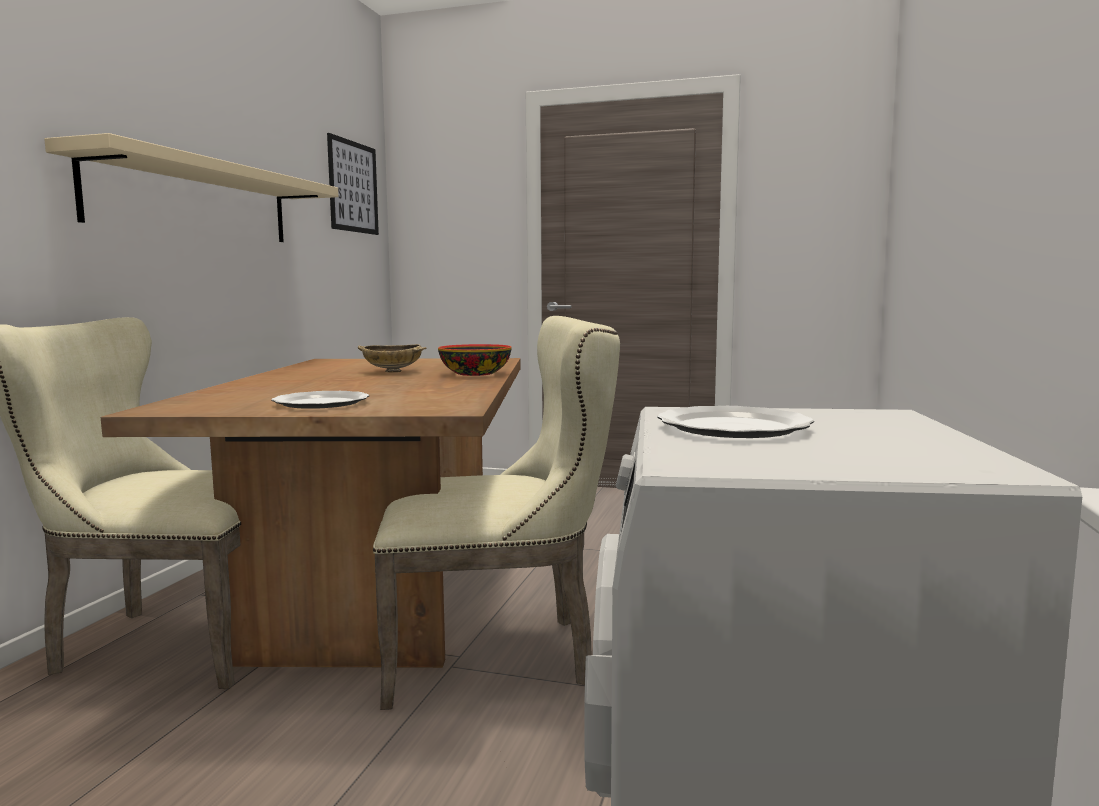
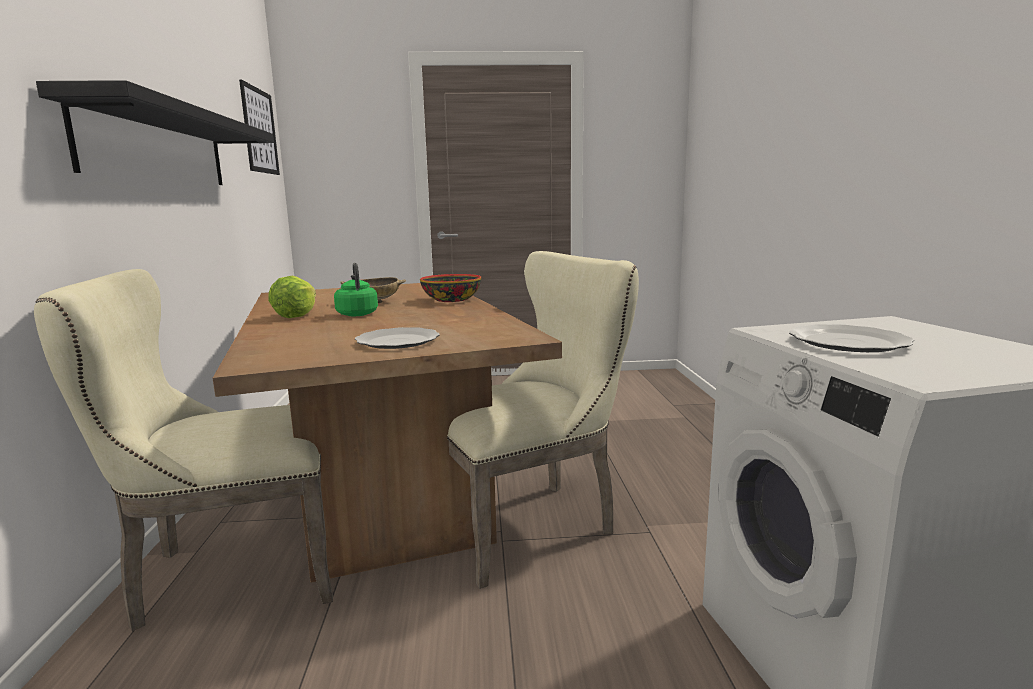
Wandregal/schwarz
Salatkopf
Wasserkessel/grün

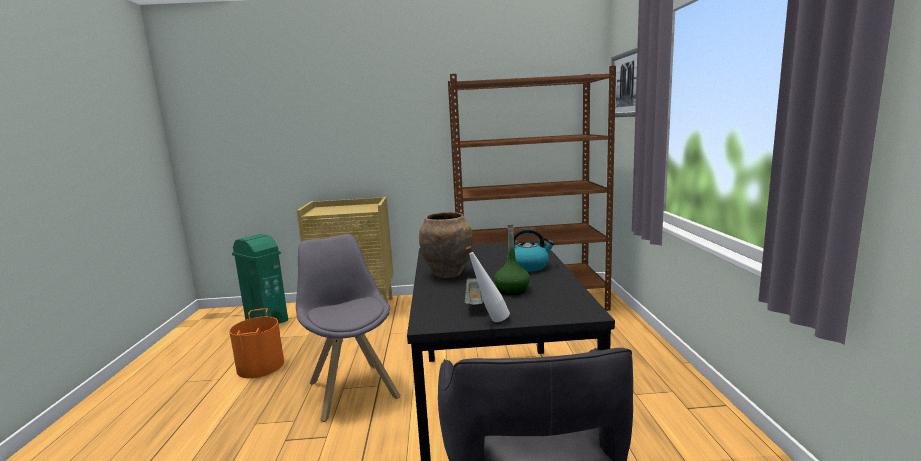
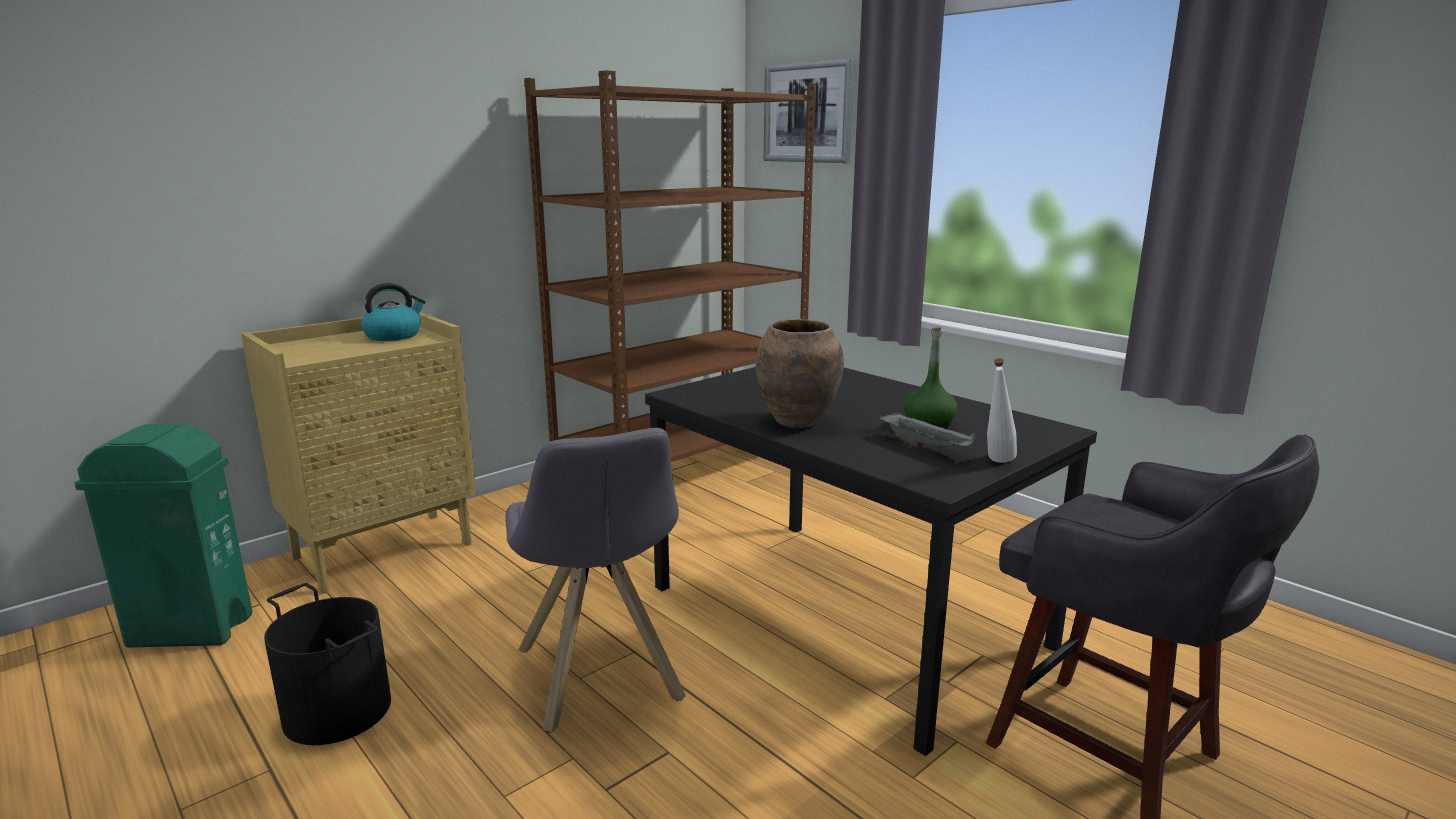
Eimer/schwarz
Wasserkessel
Stuhl/grau

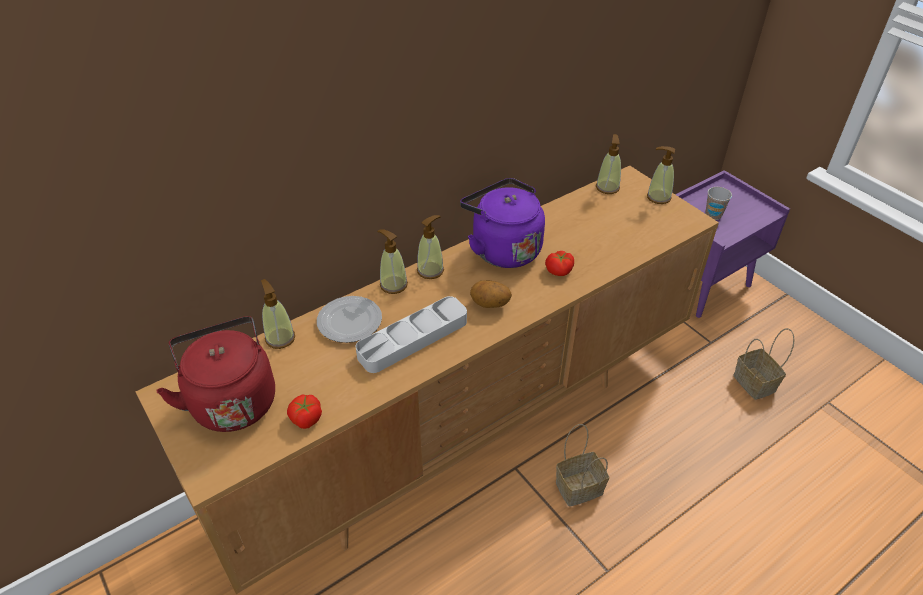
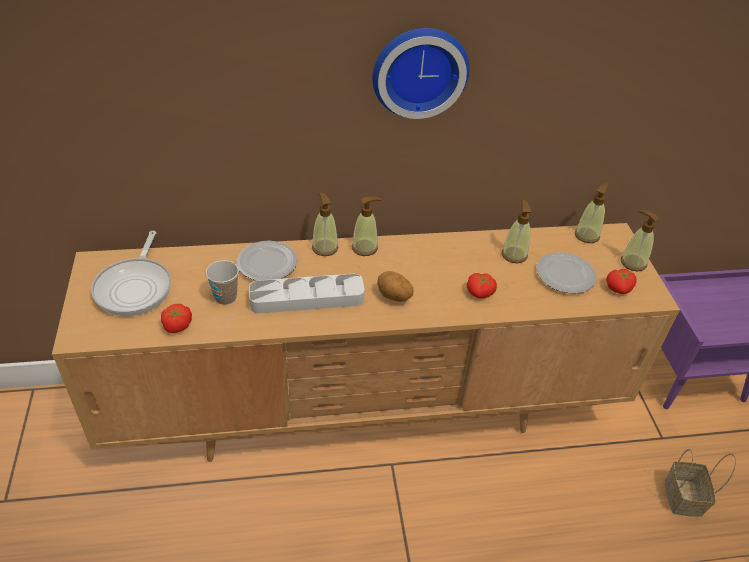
Pfanne
Tasse
Wanduhr
Seifenspender (3rd from left)
Teller (2nd from left)
Tomate (3rd from left)
Wasserkessel/lila
Korb (1st from left in the first image)

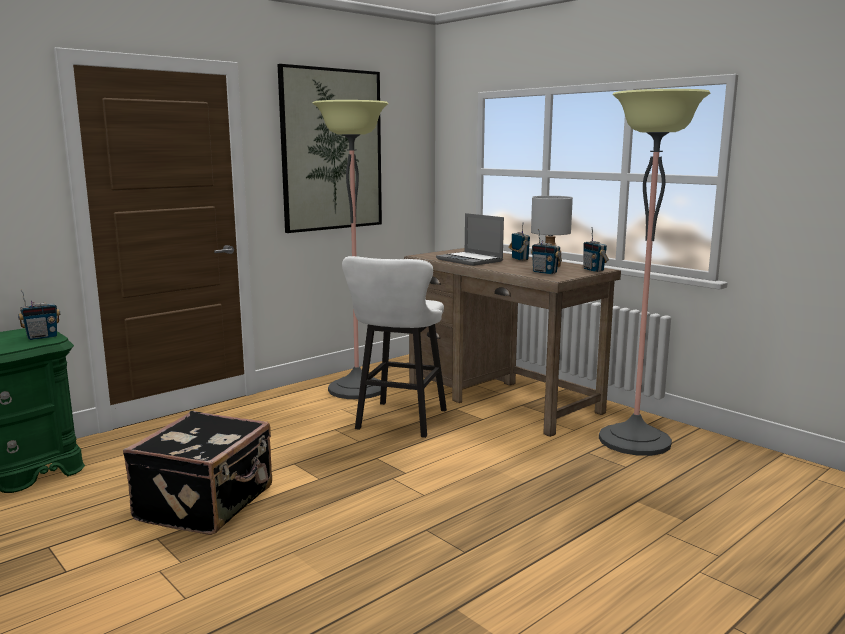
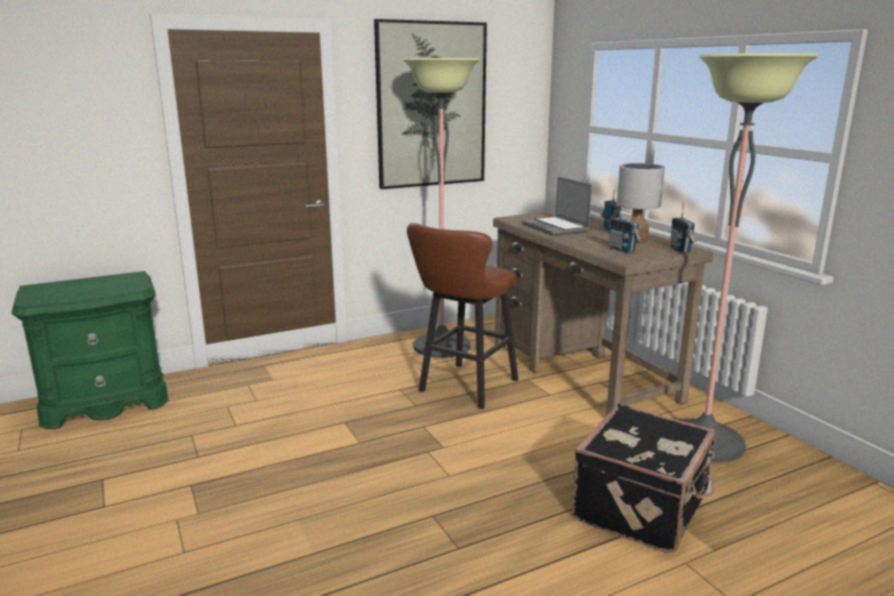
Hocker/braun
Koffer/schwarz
Radio (1st from left in the first image)

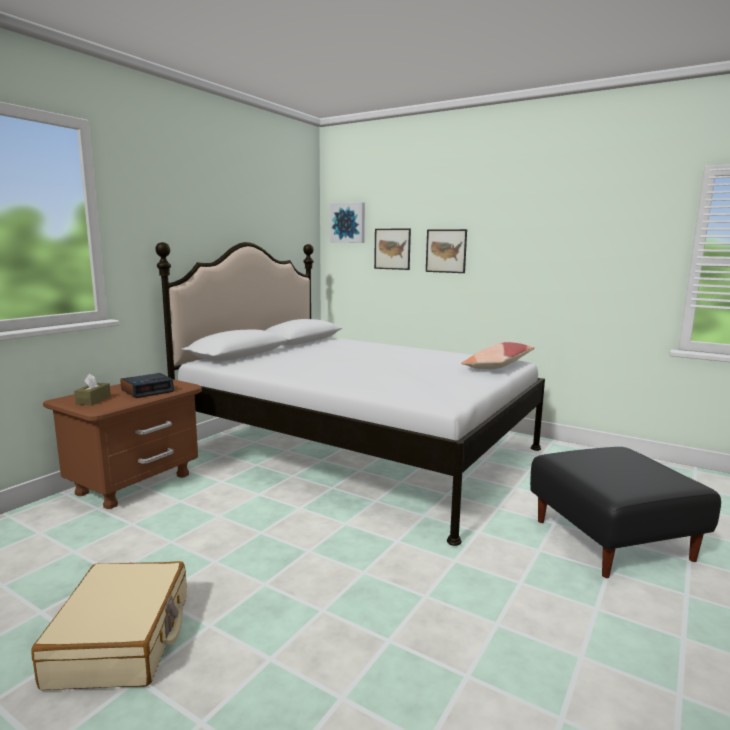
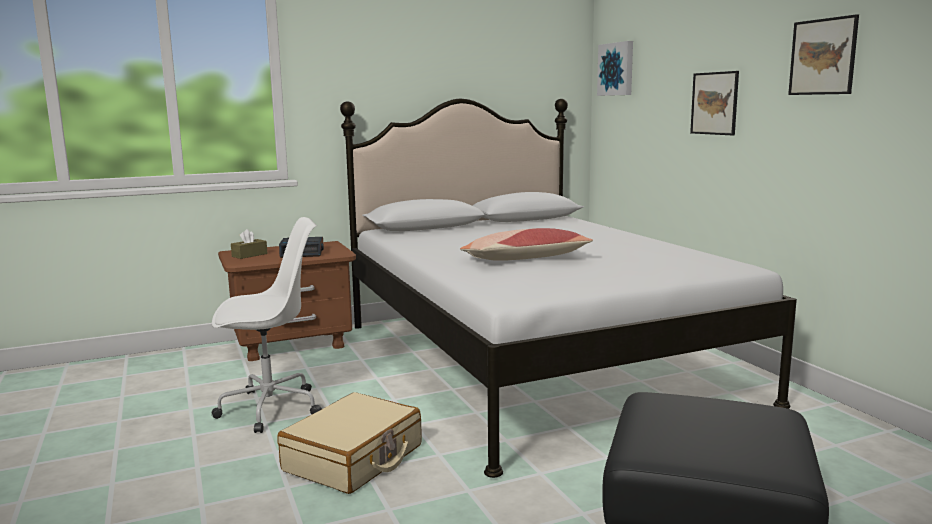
Bürostuhl/weiß
Koffer/beige
Kissen
Bild (3rd from left)

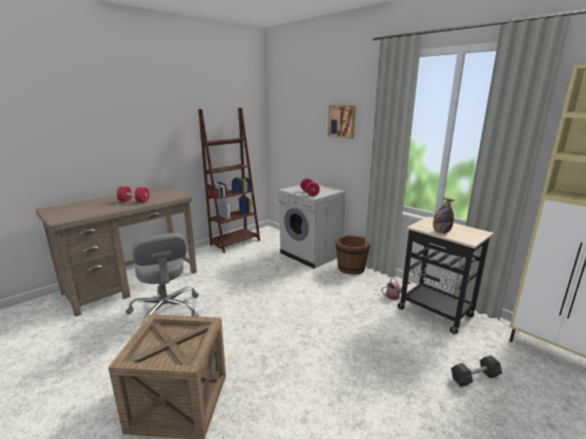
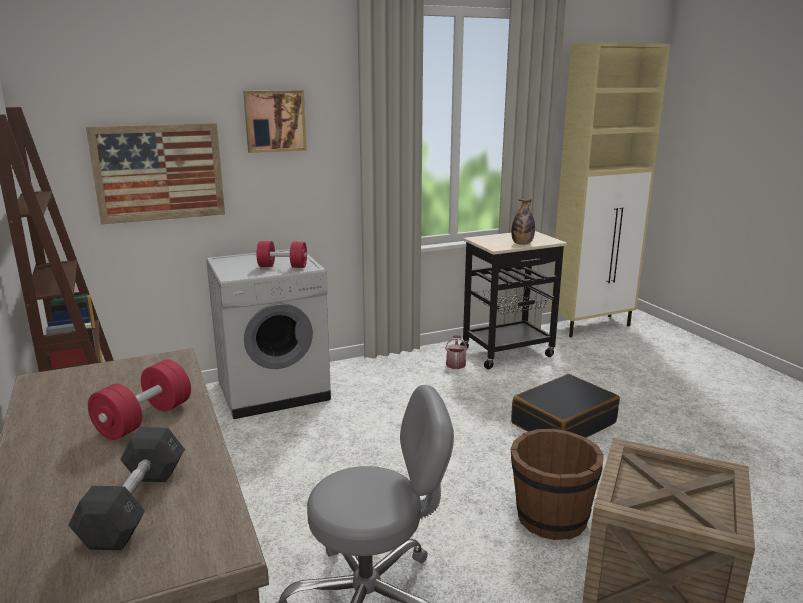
Hantel/grau
Bild (1st from left)
Koffer/schwarz
Eimer/braun

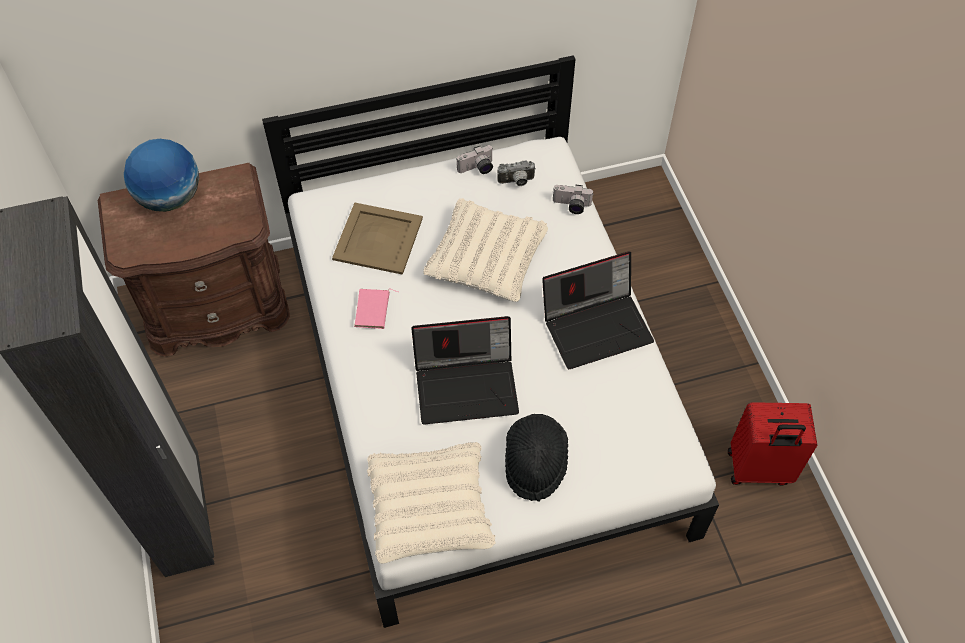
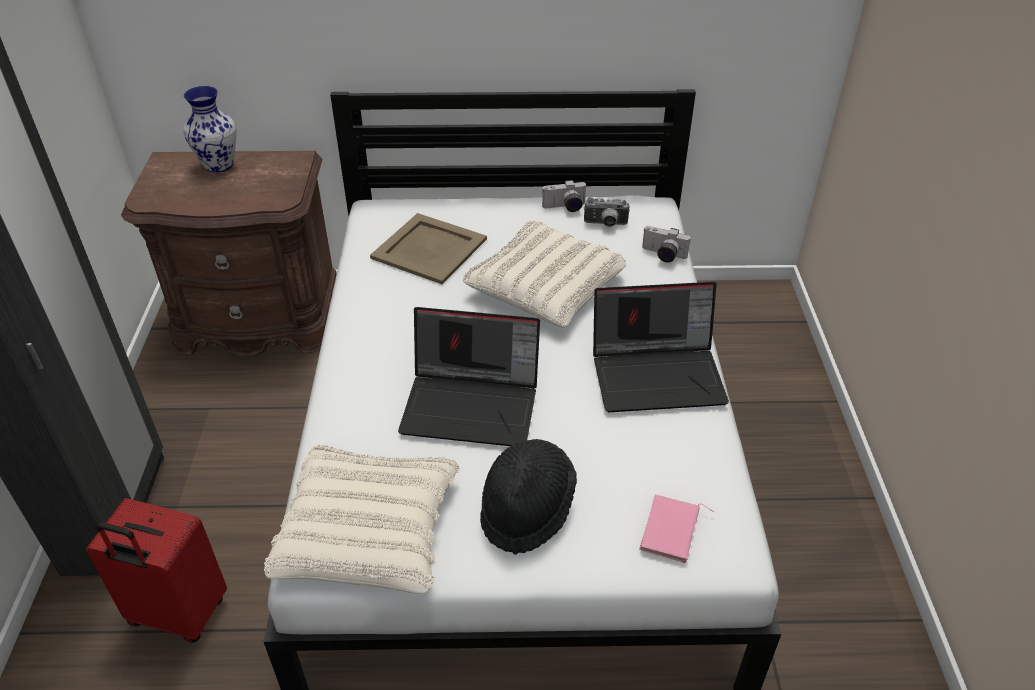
Koffer/rot
Vase
Buch/rosa

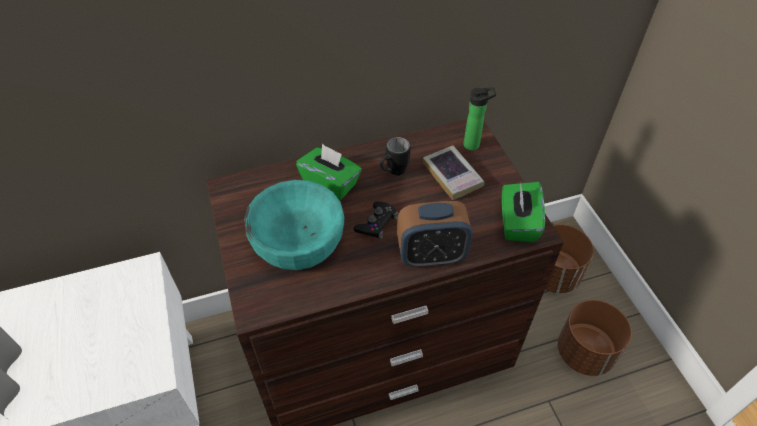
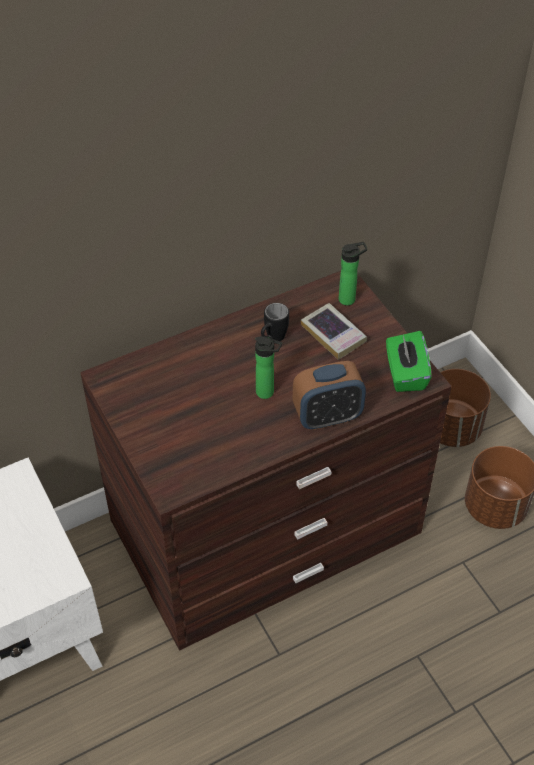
Flasche (1st from left)
Schüssel/türkis
Taschentuchbox/grün (1st from left in the first image)

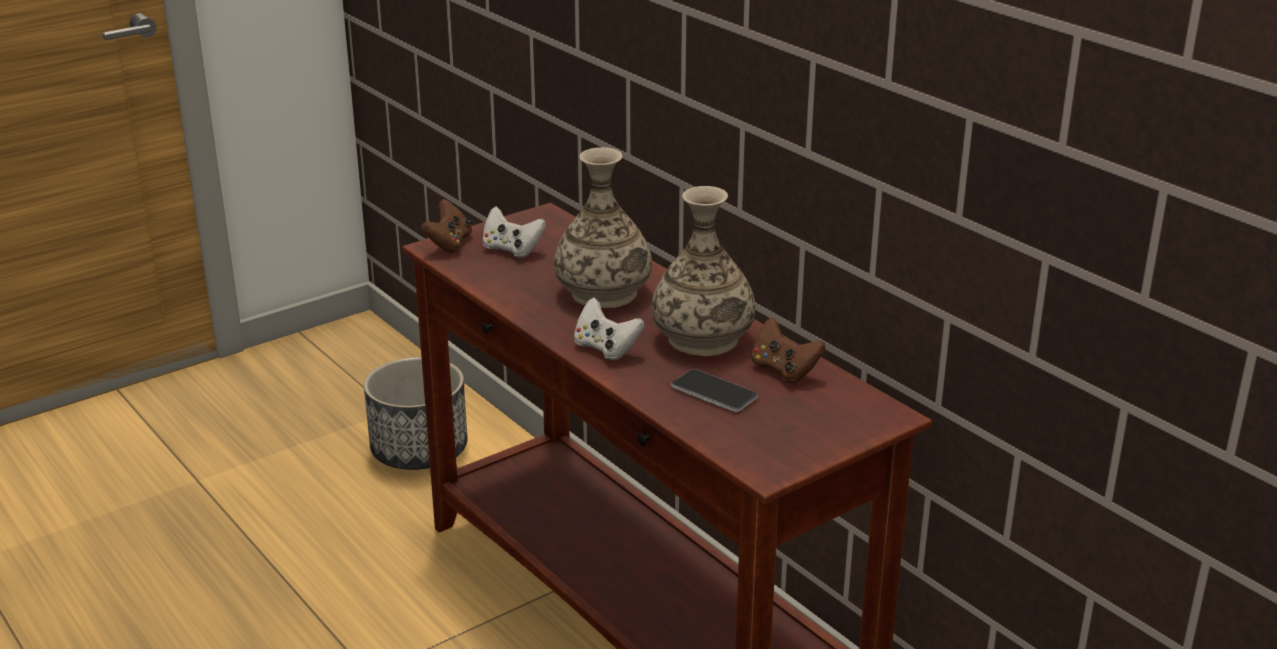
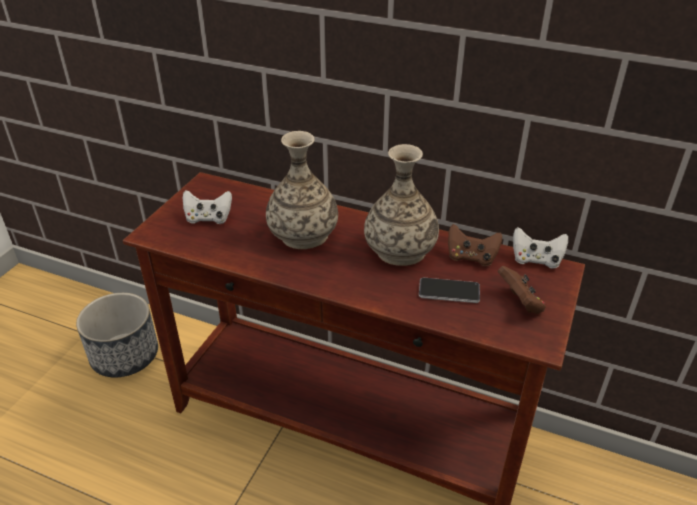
Gamepad/braun (2nd from left)
Gamepad/weiß (2nd from left)

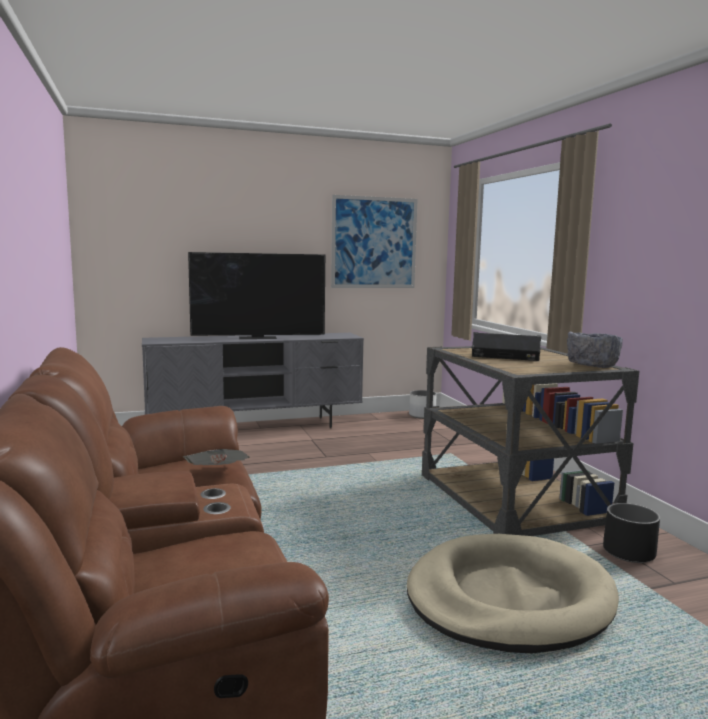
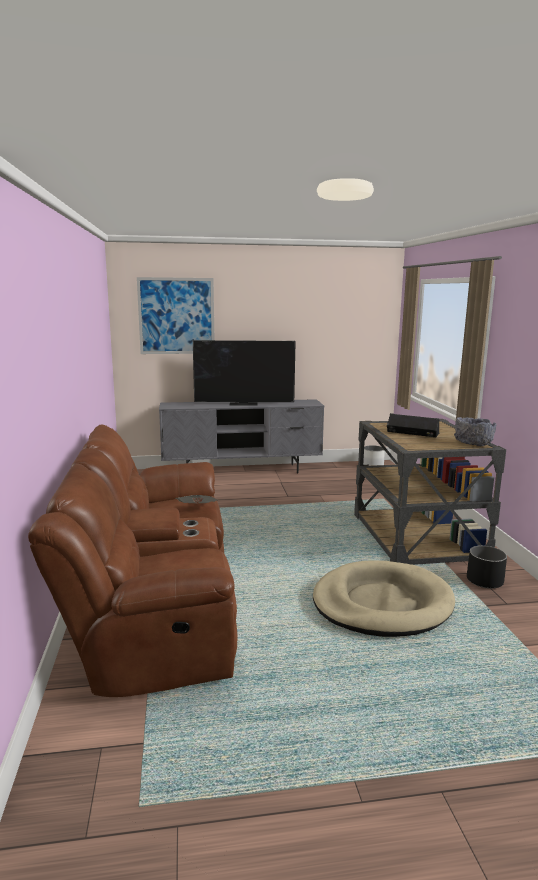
Bild

